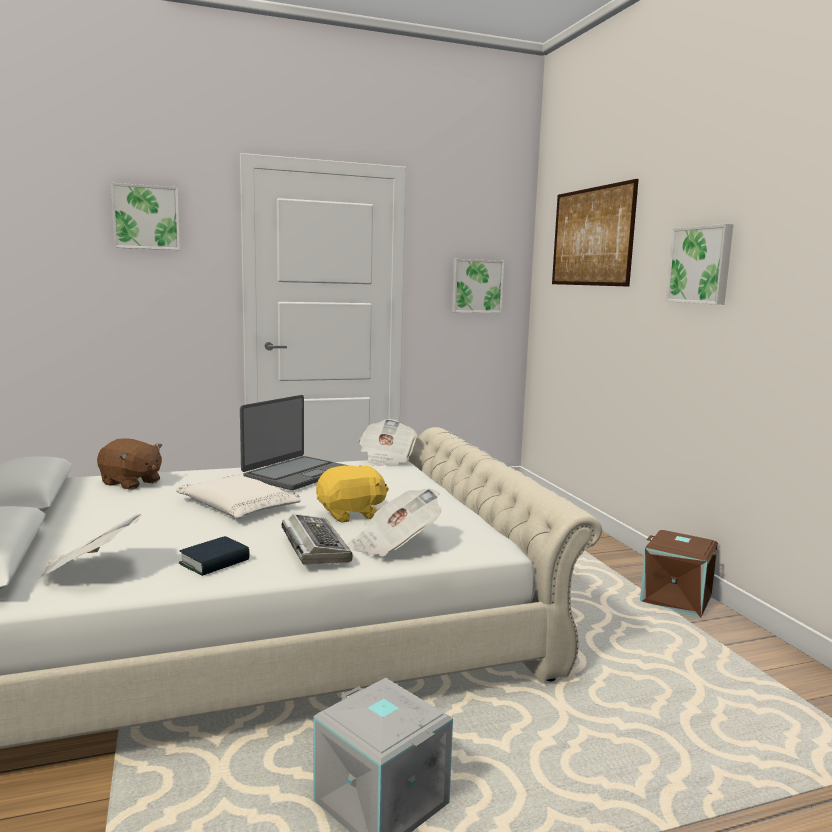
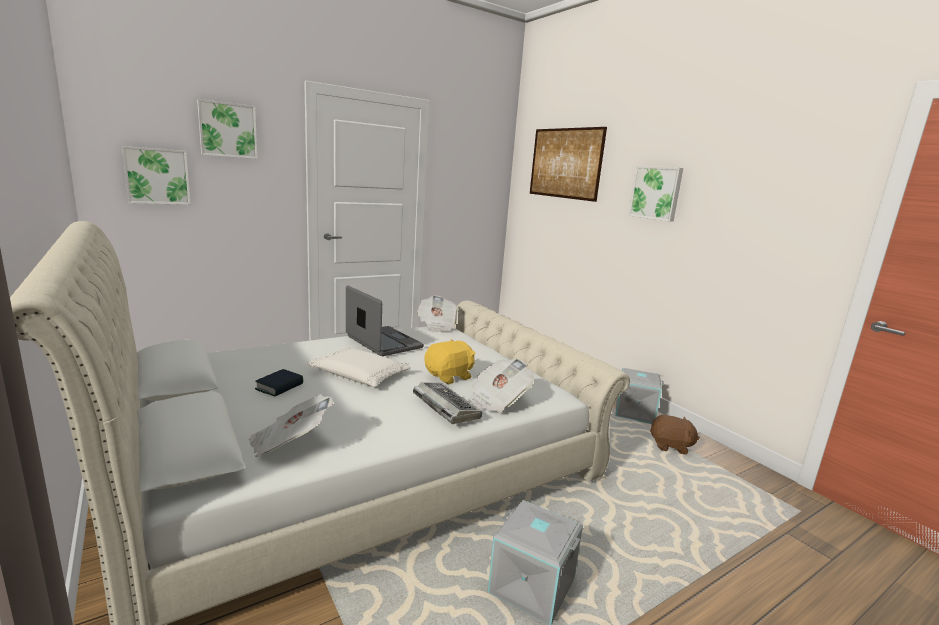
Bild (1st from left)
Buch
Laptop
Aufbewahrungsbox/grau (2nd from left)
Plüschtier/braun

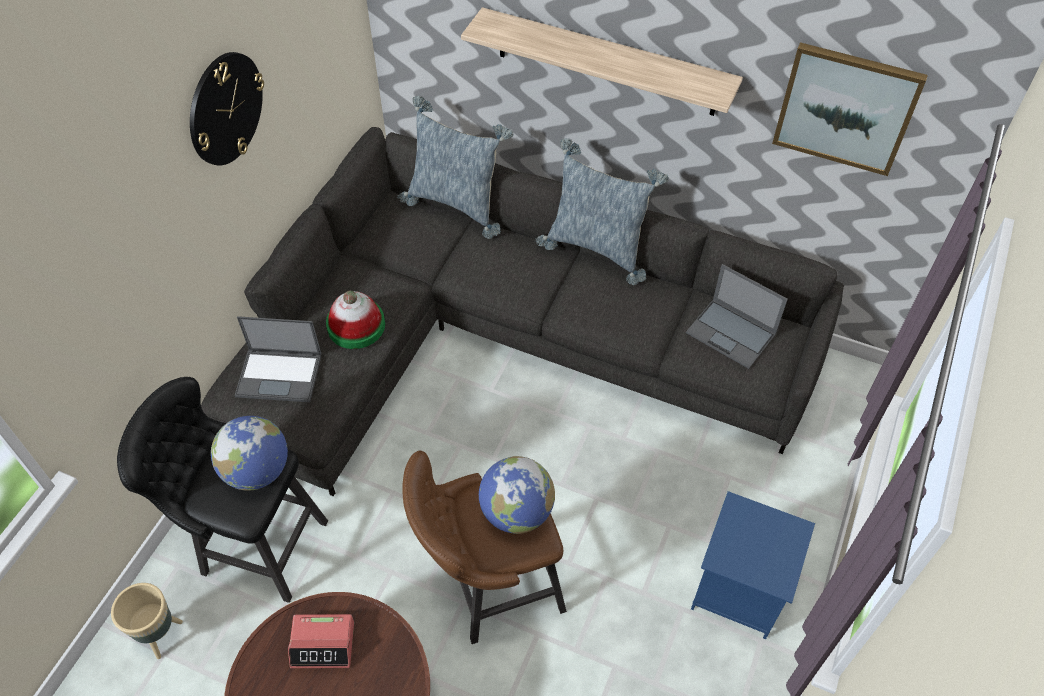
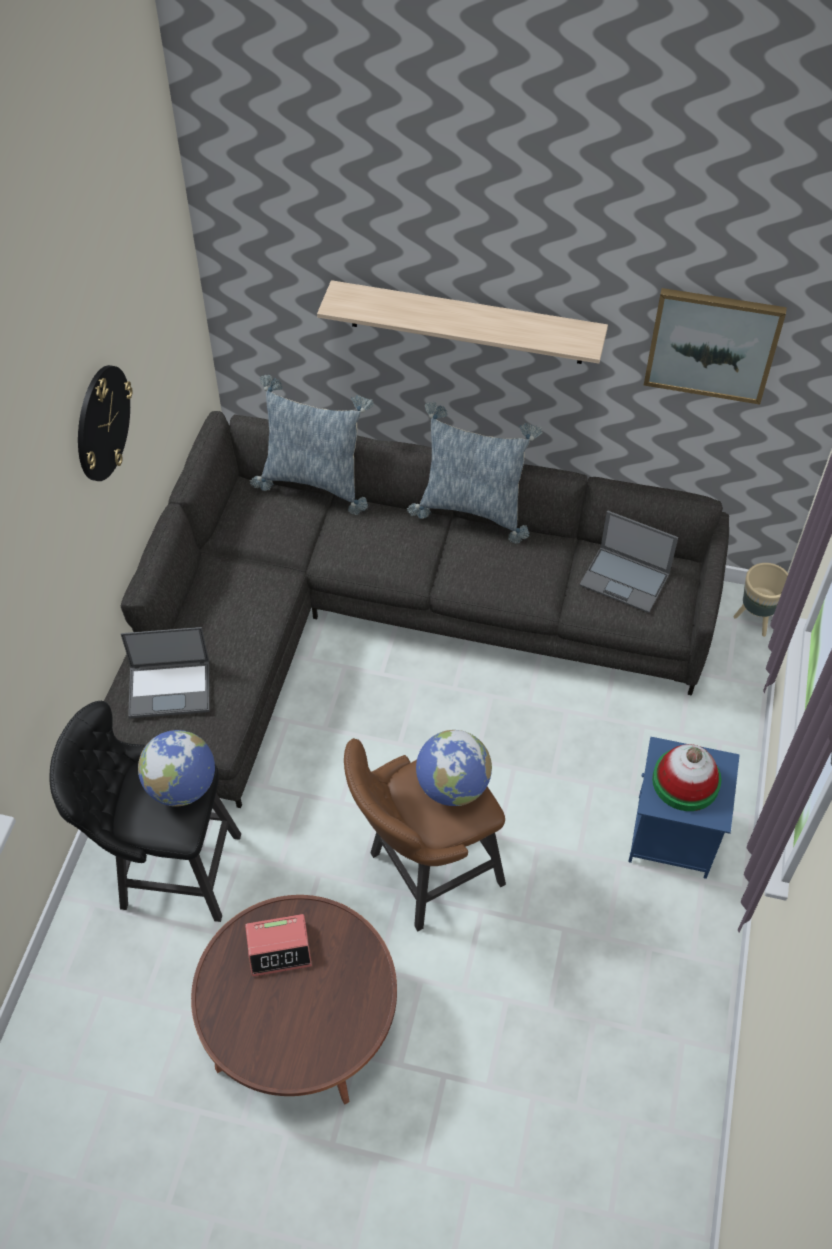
Hut
Pflanzkübel/beige

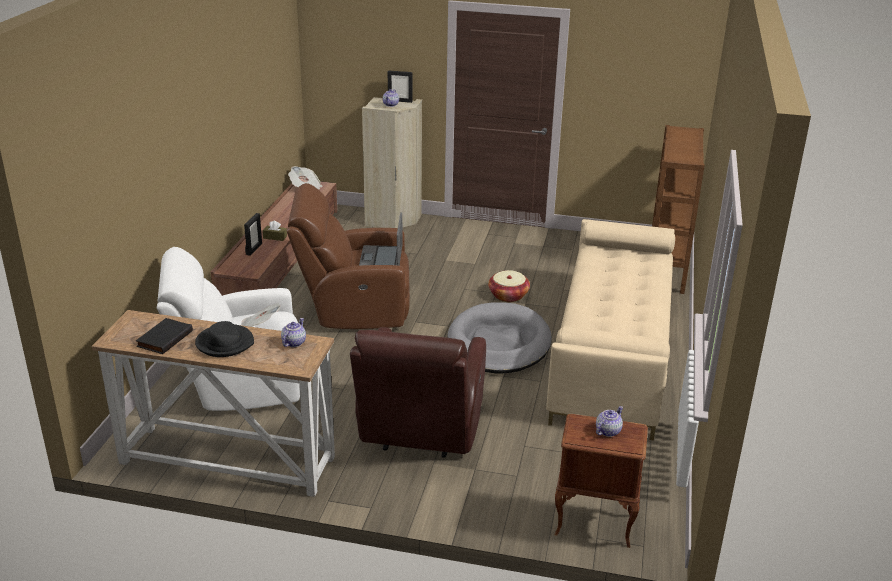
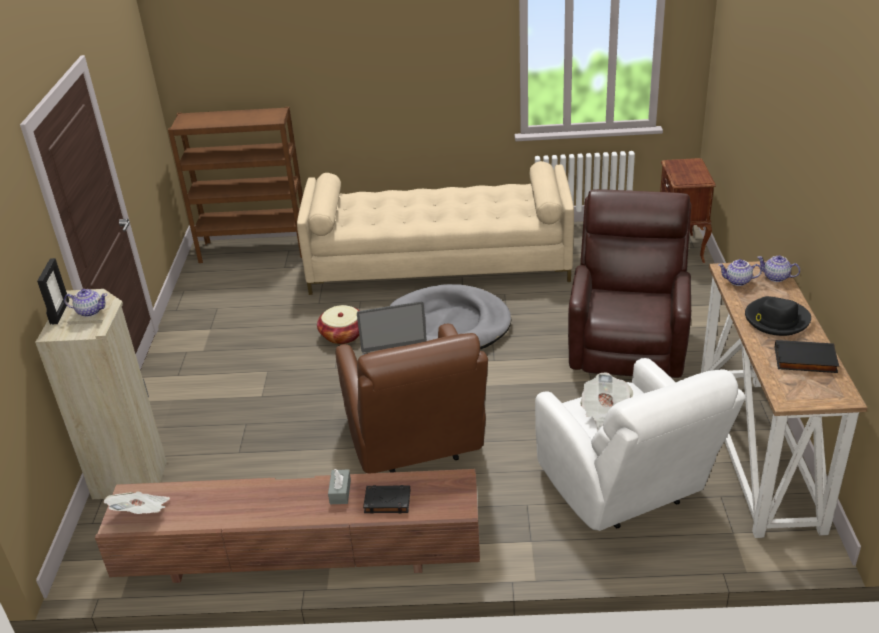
Taschentuchbox/grau
Buch/schwarz (1st from left)
Sessel/braun (2nd from left)
Teekanne (3rd from left)

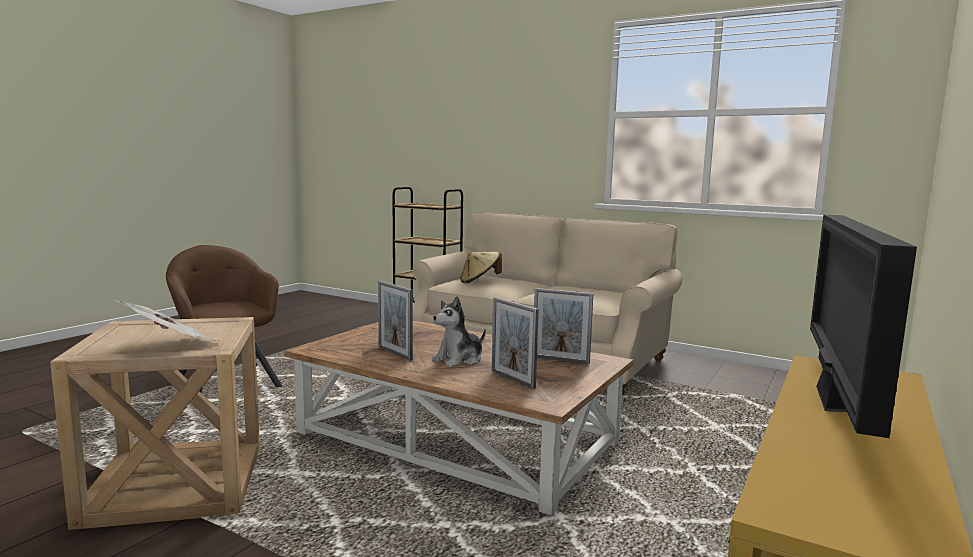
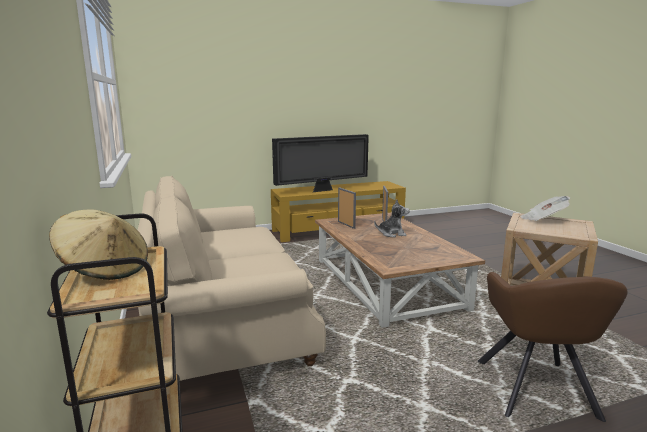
Hut/beige
Bilderrahmen (1st from left in the first image)

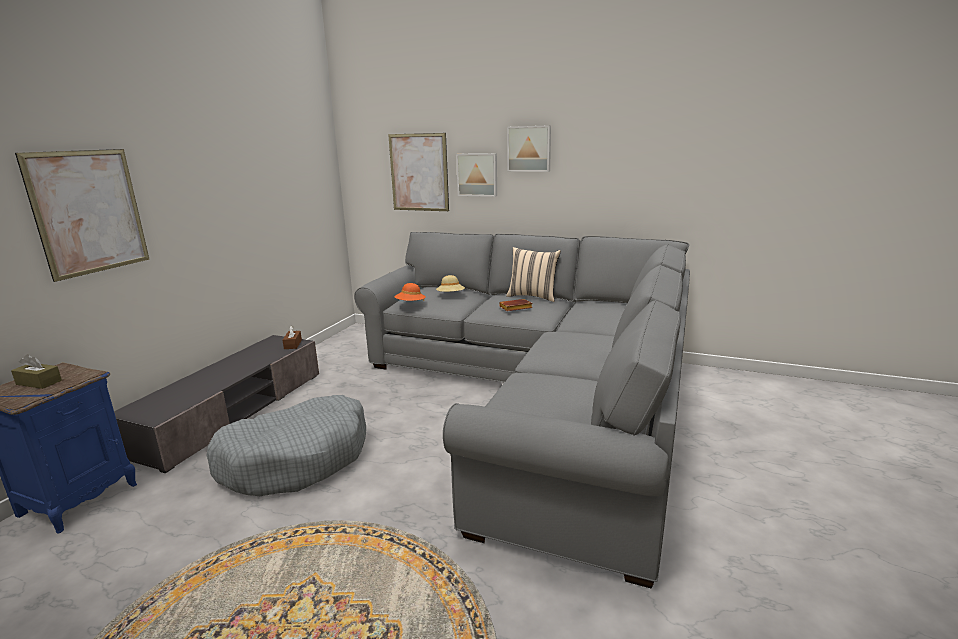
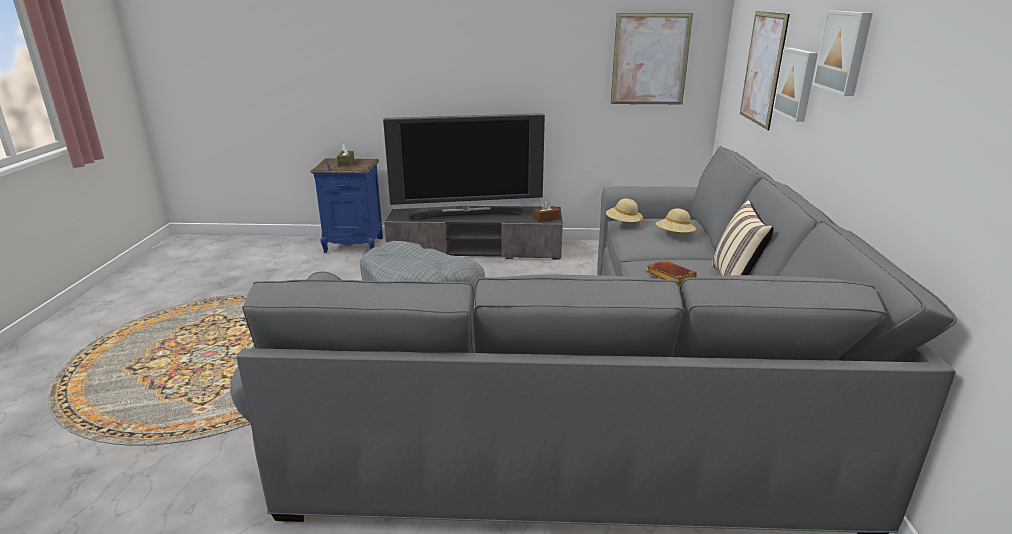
Fernseher
Hut/beige (1st from left)
Bild (1st from left)

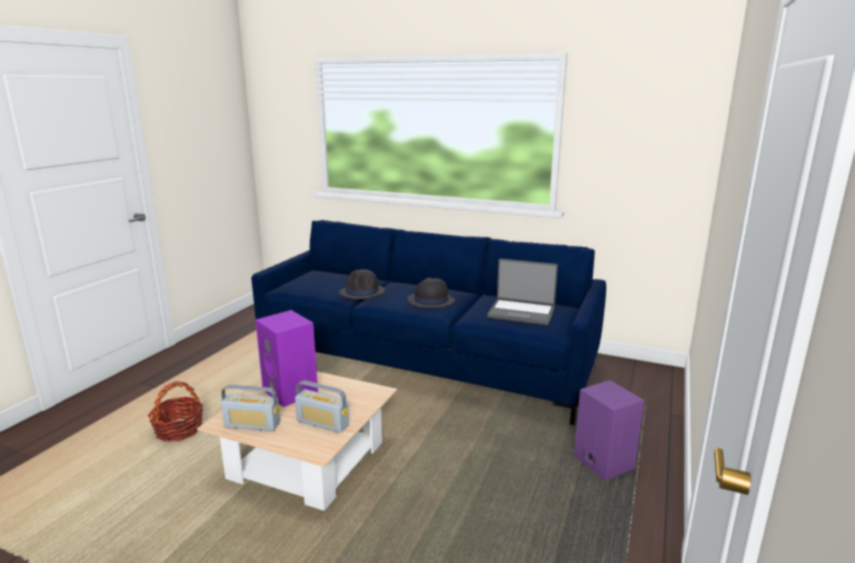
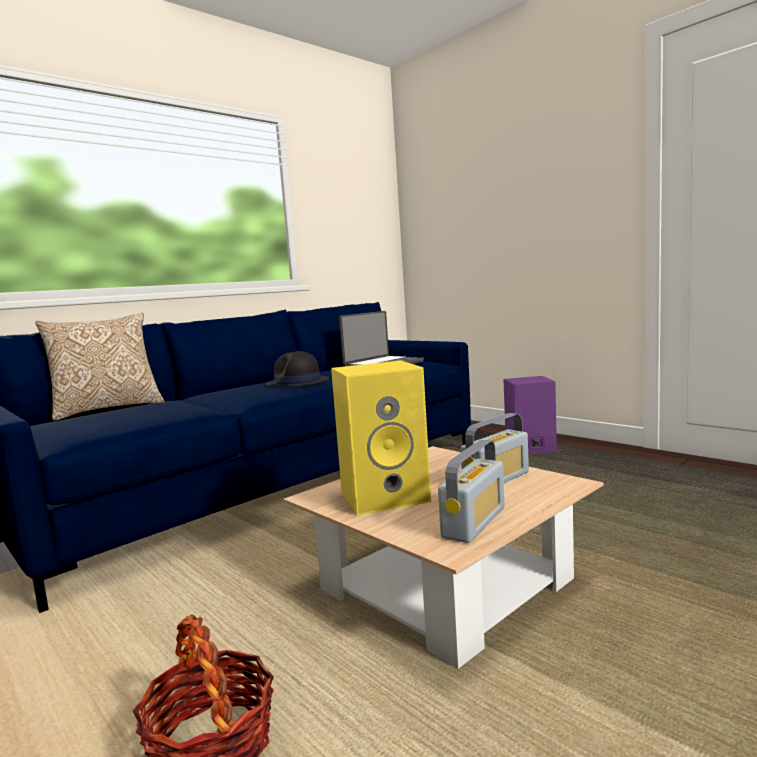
Kissen
Lautsprecher/gelb
Hut/schwarz (1st from left in the first image)

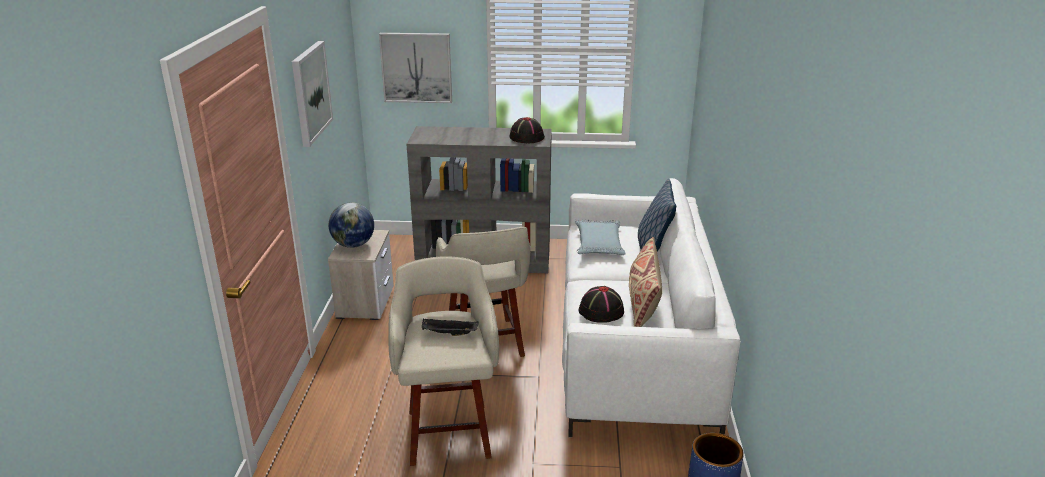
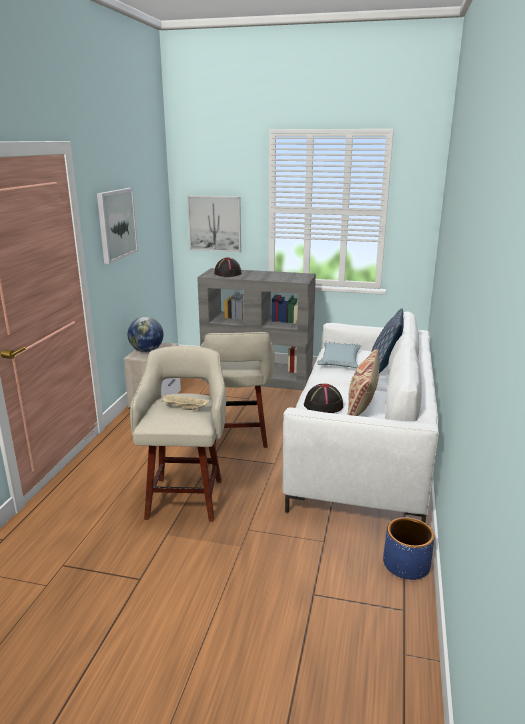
Tablett/beige
Hut/schwarz (1st from left)

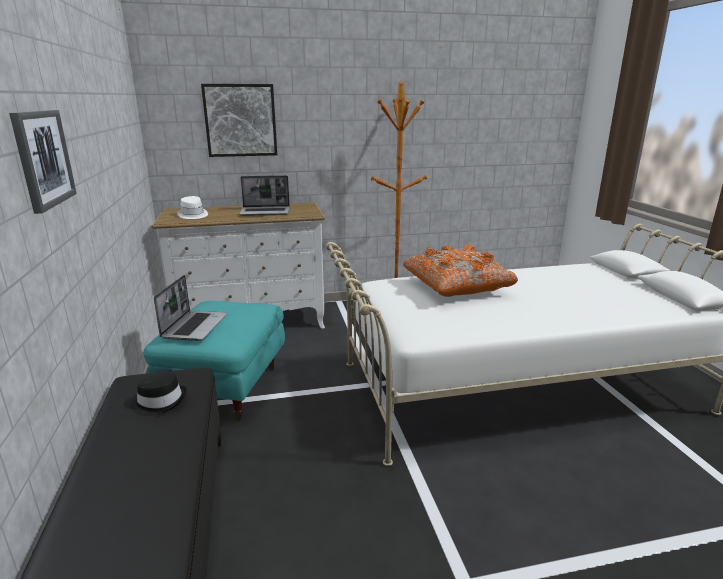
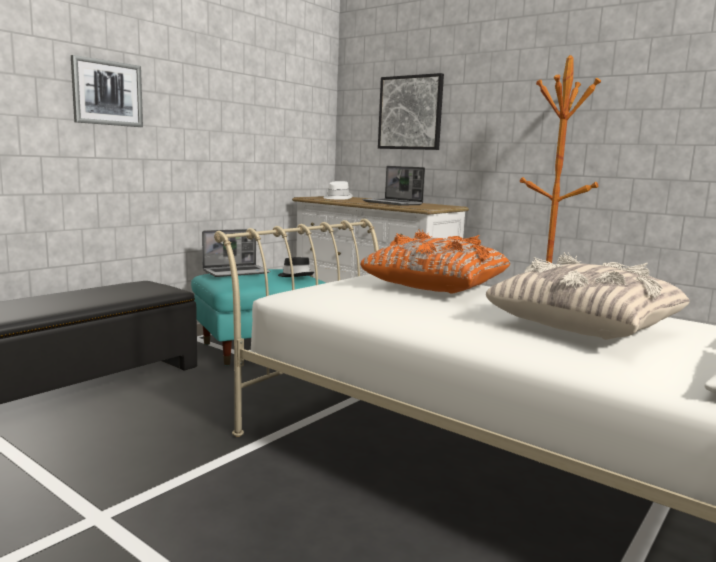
Hut/schwarz
Kissen/beige

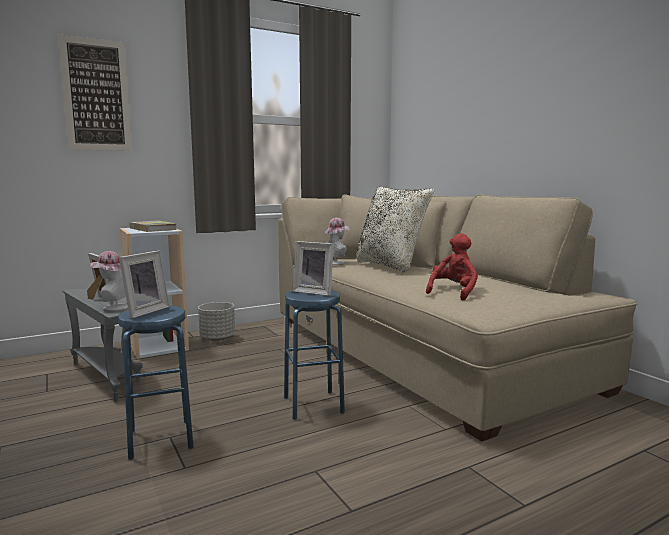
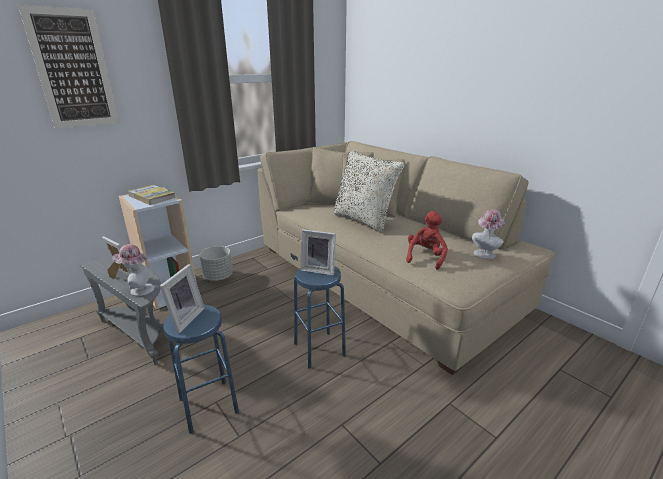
Hut (2nd from left)

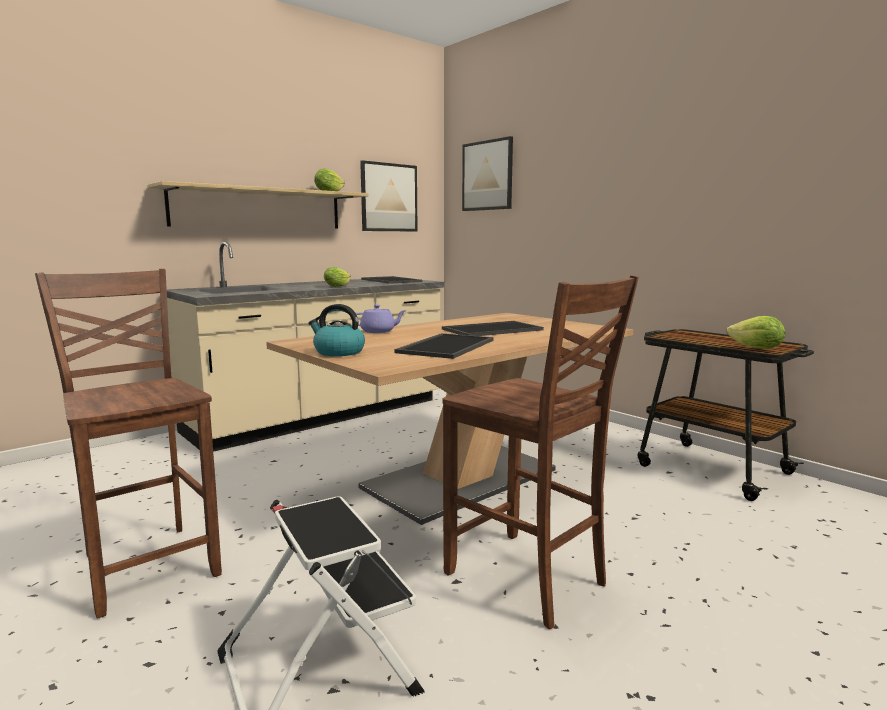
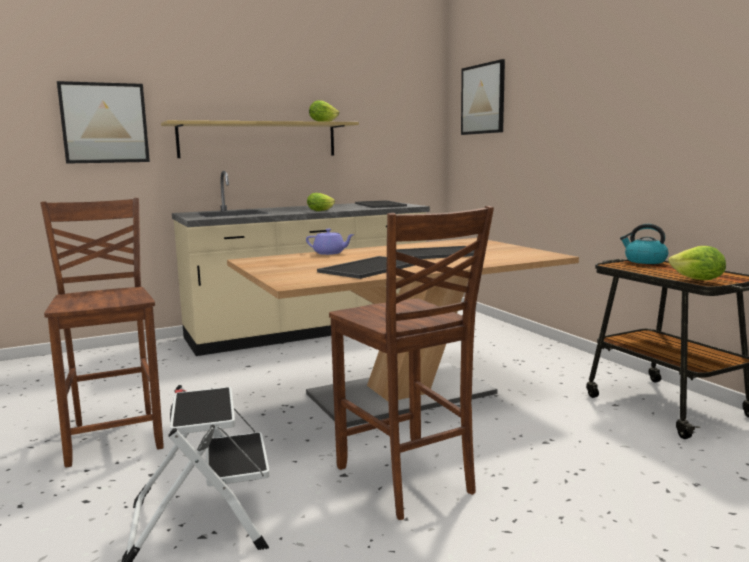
Bild (1st from left)
Wasserkessel

